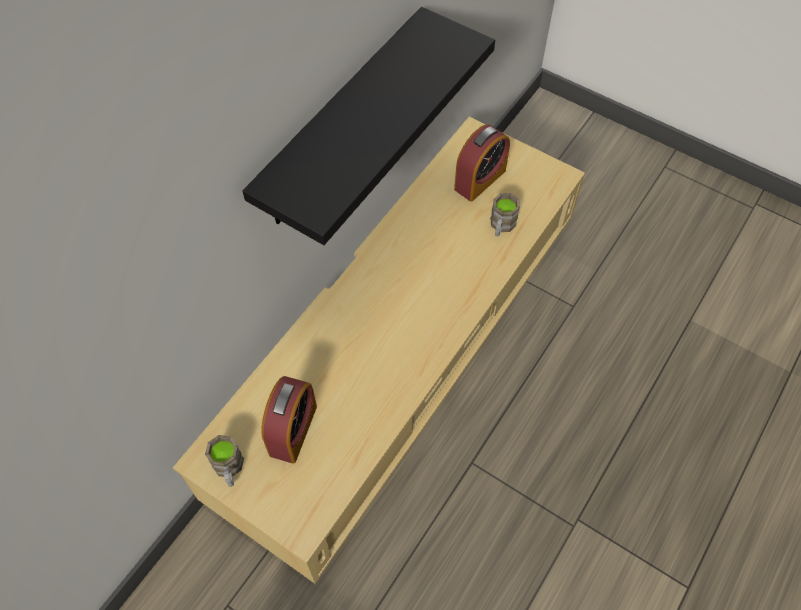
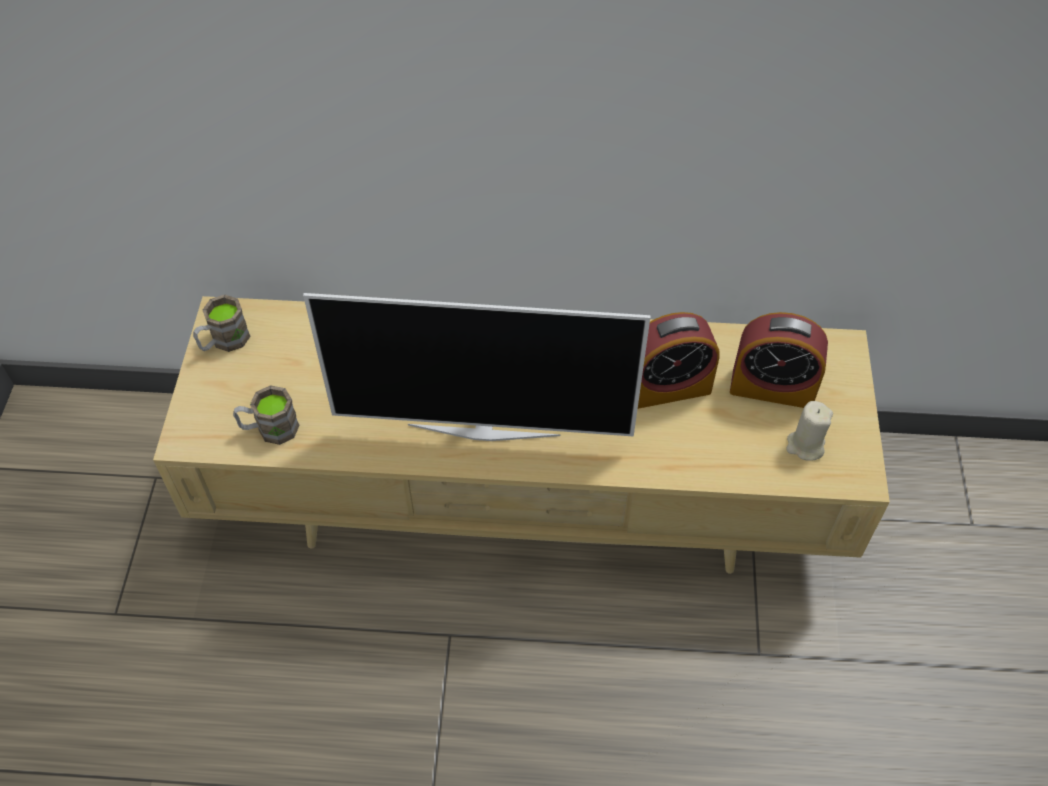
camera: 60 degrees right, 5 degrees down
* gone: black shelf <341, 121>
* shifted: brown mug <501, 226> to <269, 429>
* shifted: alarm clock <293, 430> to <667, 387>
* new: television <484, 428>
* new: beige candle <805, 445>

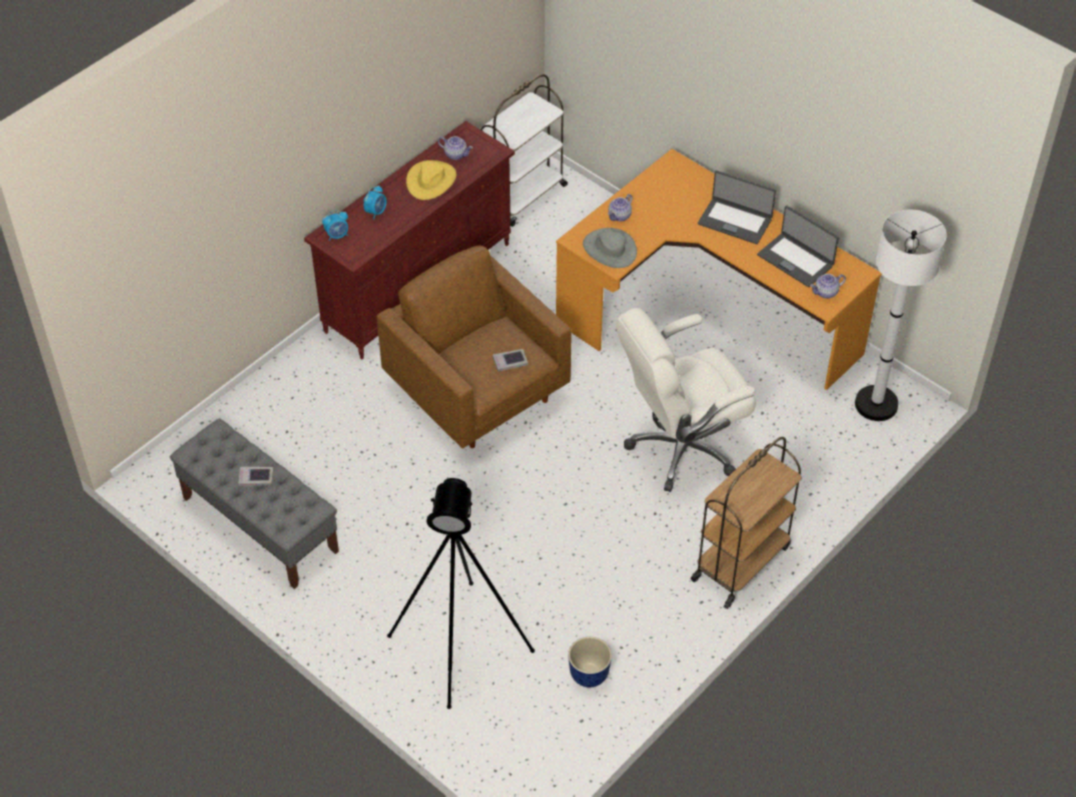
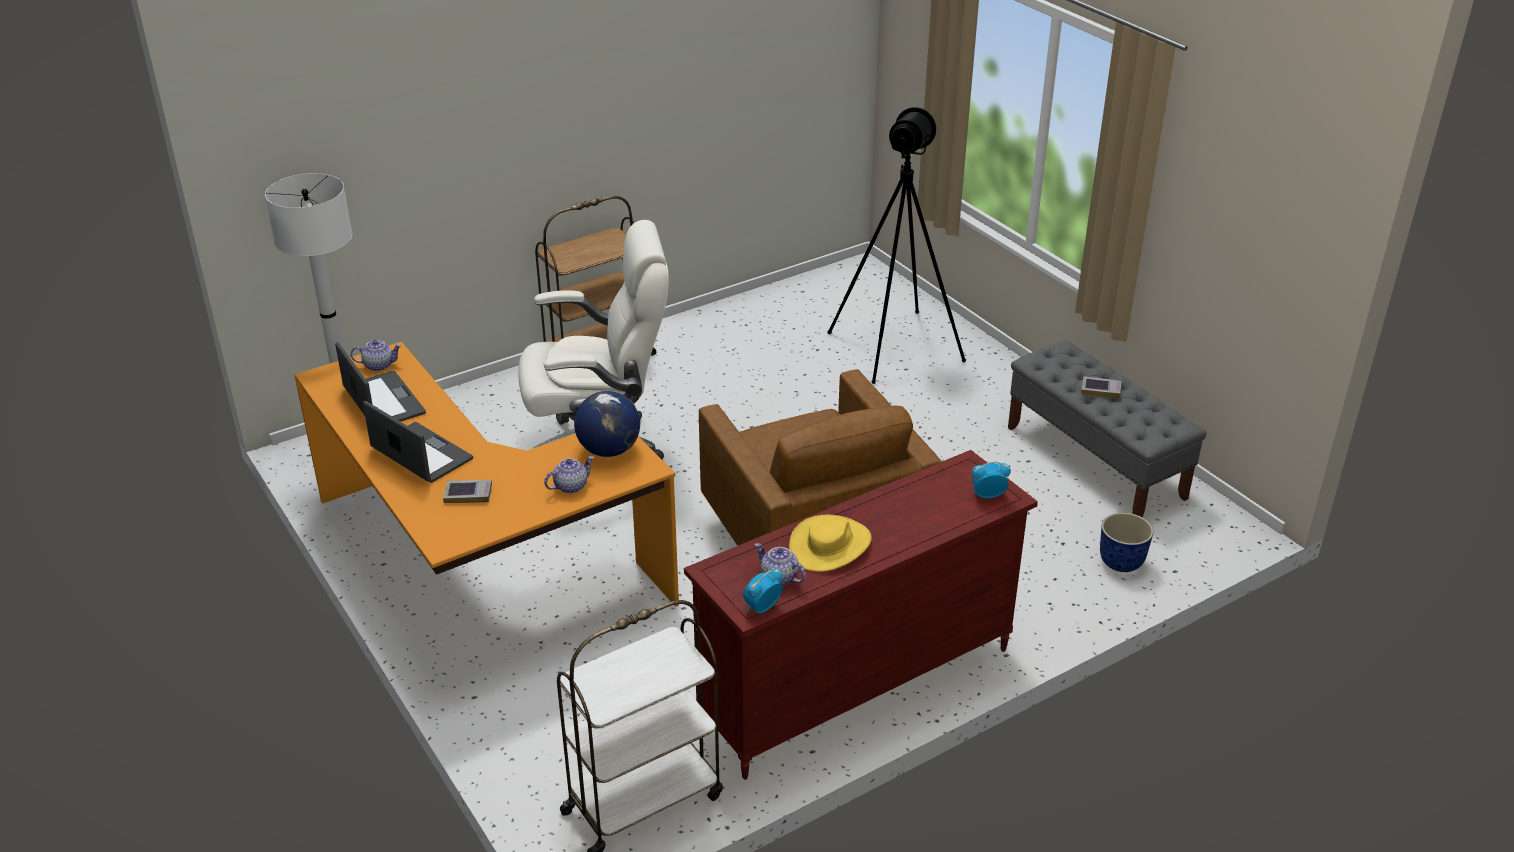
camera: 165 degrees left, 15 degrees down
* shifted: alarm clock <376, 212> to <762, 608>
* swapped: grey hat <609, 249> to globe <609, 450>
* shifted: book <510, 362> to <468, 494>
* shifted: planter <588, 675> to <1121, 562>

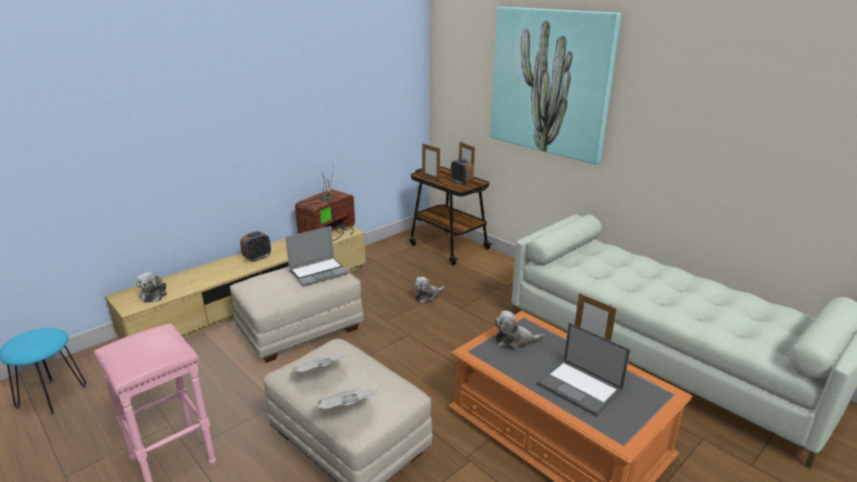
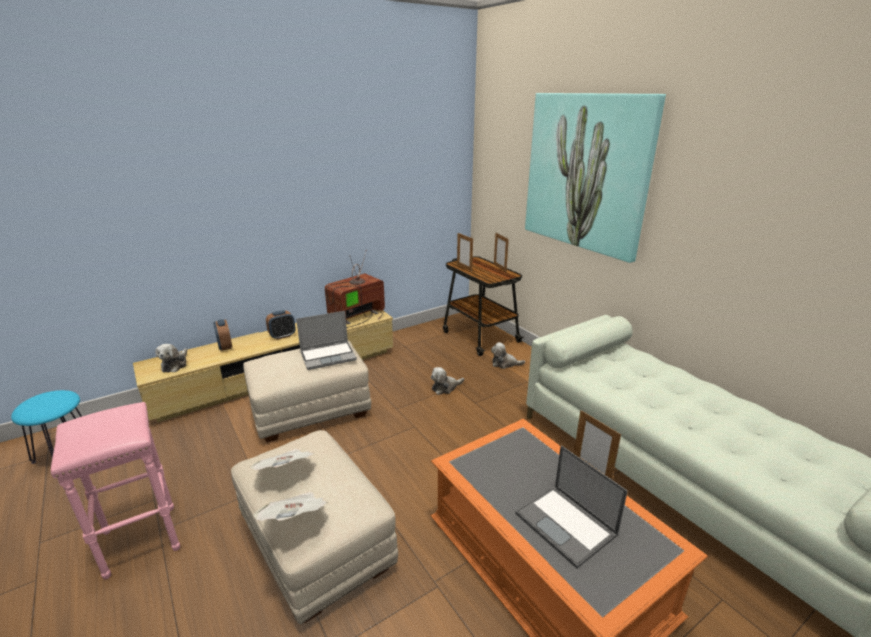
camera: 10 degrees right, 0 degrees up
* shifted: alarm clock <461, 182> to <225, 346>
* shifted: plush toy <515, 341> to <505, 363>

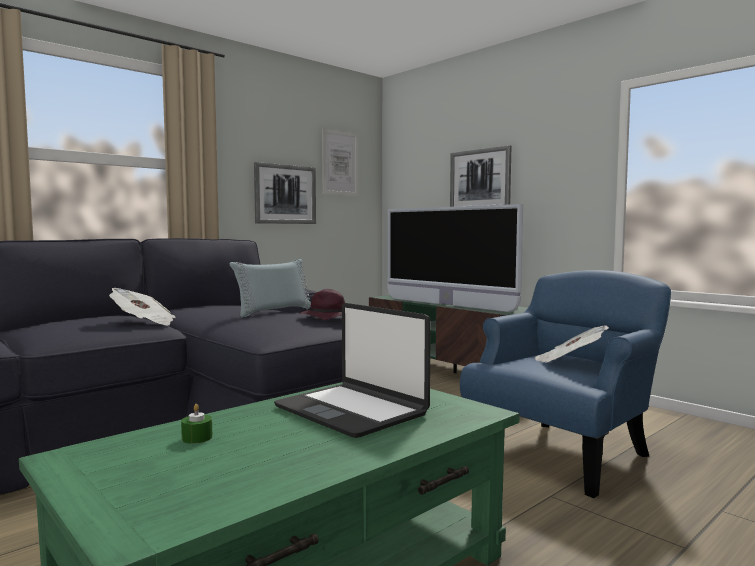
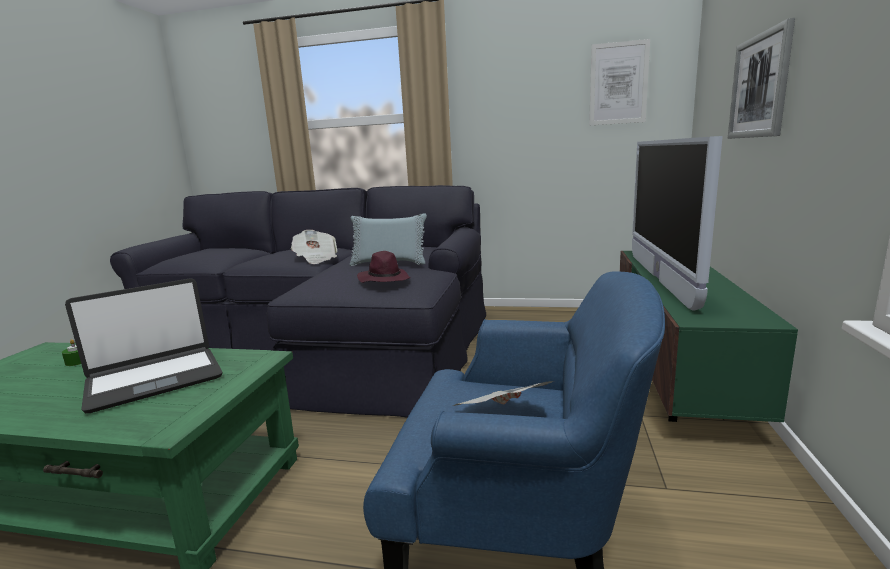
camera: 55 degrees right, 10 degrees up
* gone: picture <285, 194>
* rotated: laptop <351, 411> = <154, 379> 135 degrees counterclockwise

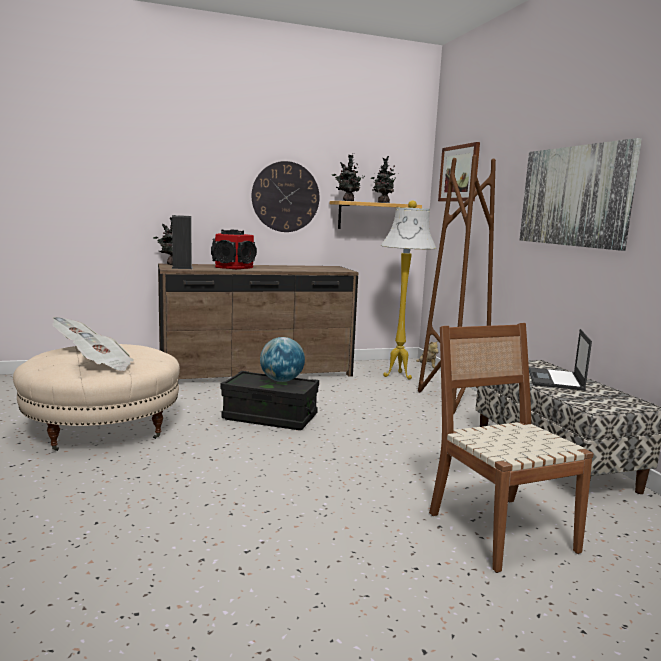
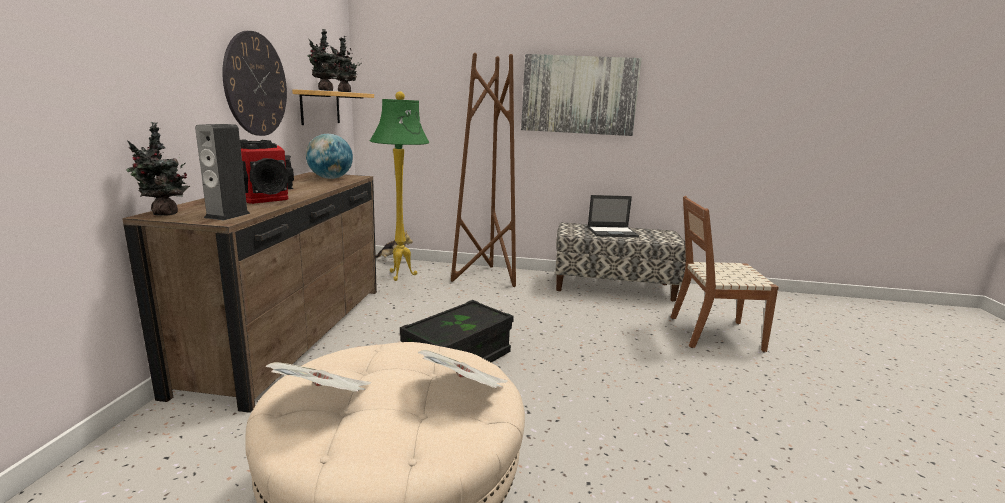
camera: 65 degrees left, 5 degrees up
* gone: picture <459, 173>
* repainted: white floor lamp <399, 376> to green floor lamp <401, 275>
* rotated: laptop <555, 380> = <613, 232> 45 degrees counterclockwise
* shifted: globe <281, 380> to <330, 178>

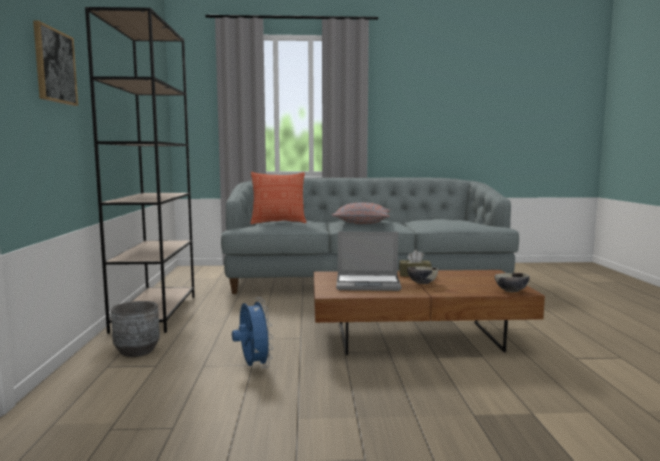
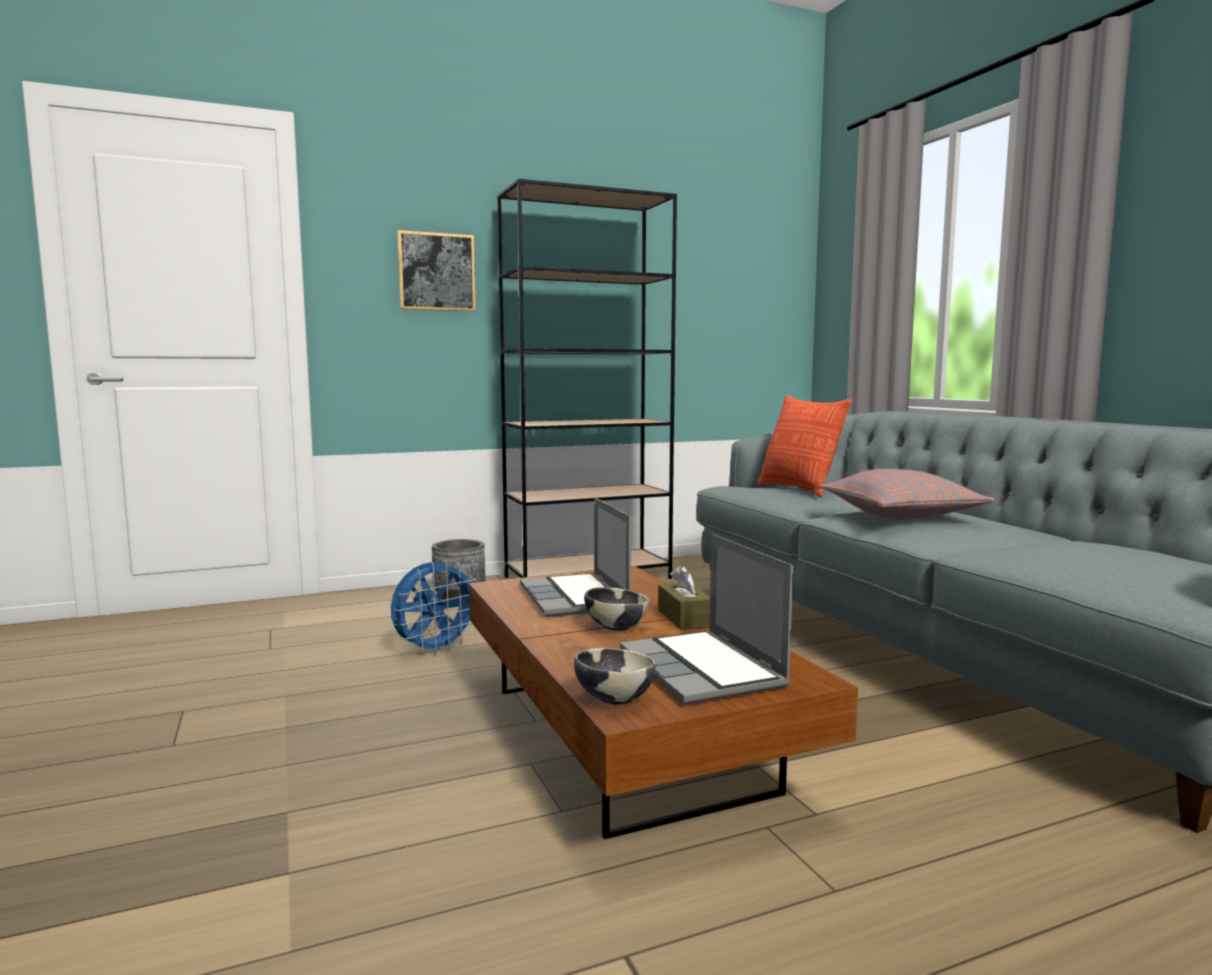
camera: 70 degrees right, 0 degrees up
* new: laptop <704, 670>

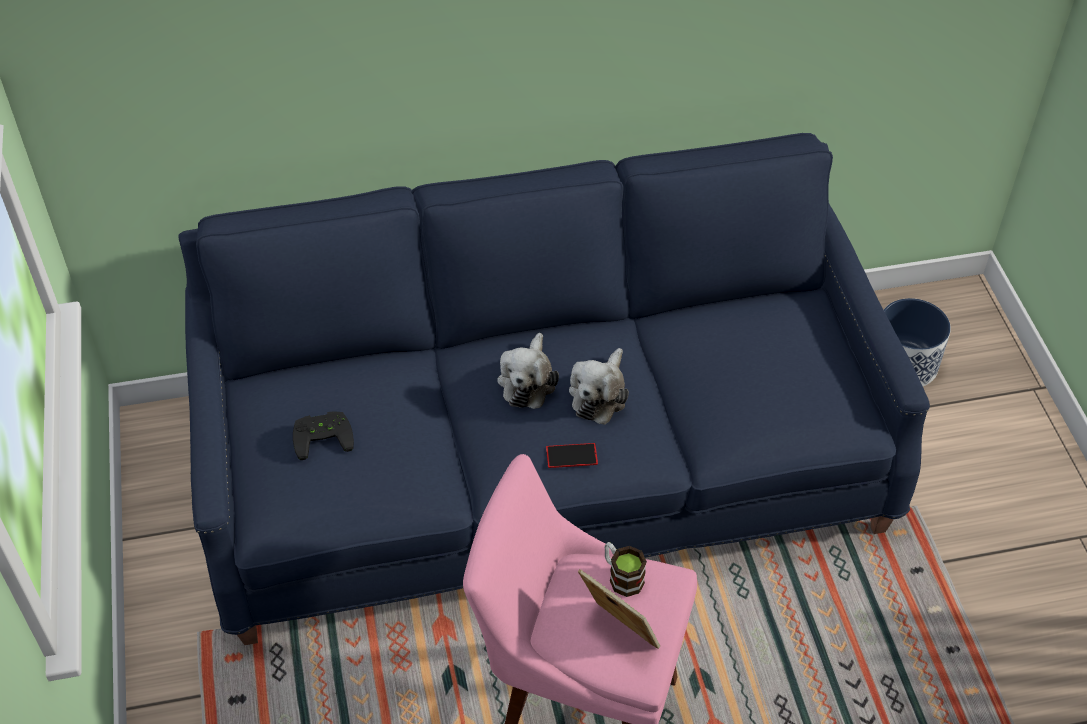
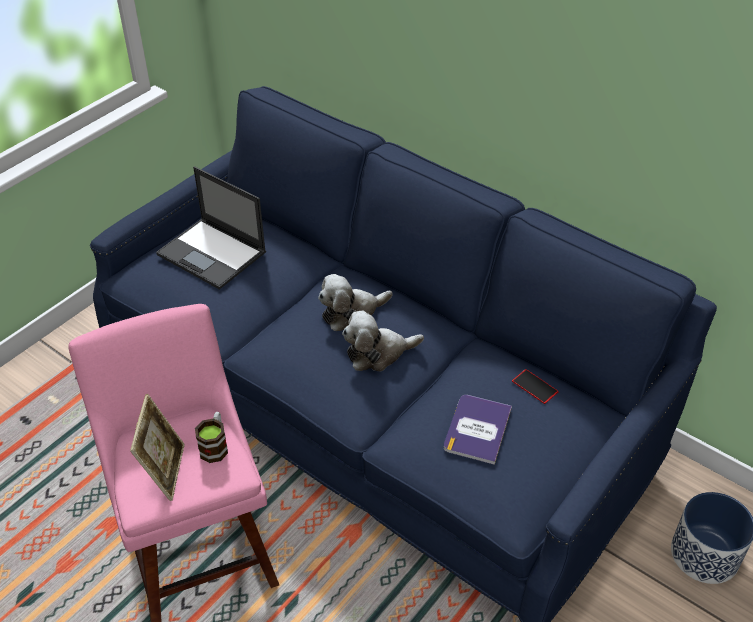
camera: 50 degrees right, 5 degrees down
* swapped: black game controller <323, 435> to laptop <213, 254>
* shifted: phone <571, 455> to <535, 386>
* new: book <477, 429>

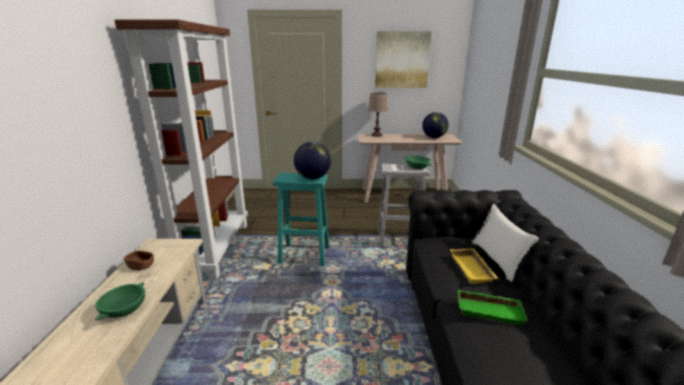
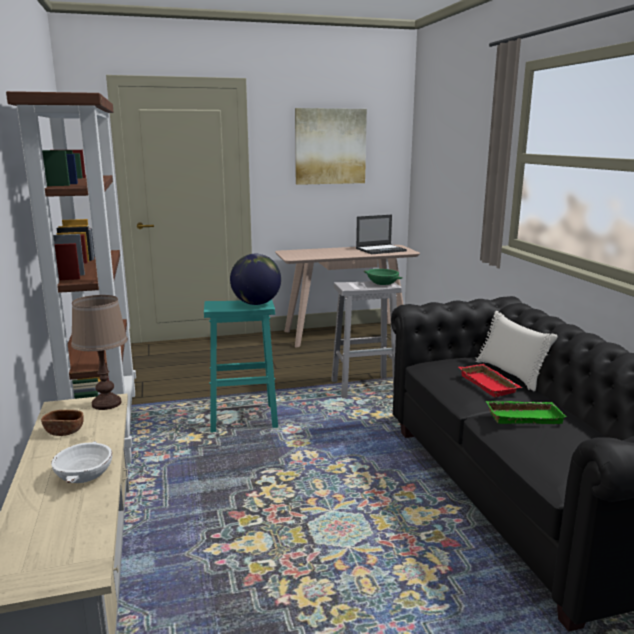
camera: 15 degrees left, 5 degrees down
* shifted: brown table lamp <376, 135> to <106, 404>
* swapped: globe <434, 137> to laptop <381, 250>
* repainted: yellow tray <473, 269> to red tray <490, 384>
* repainted: green bowl <124, 309> to white bowl <83, 474>

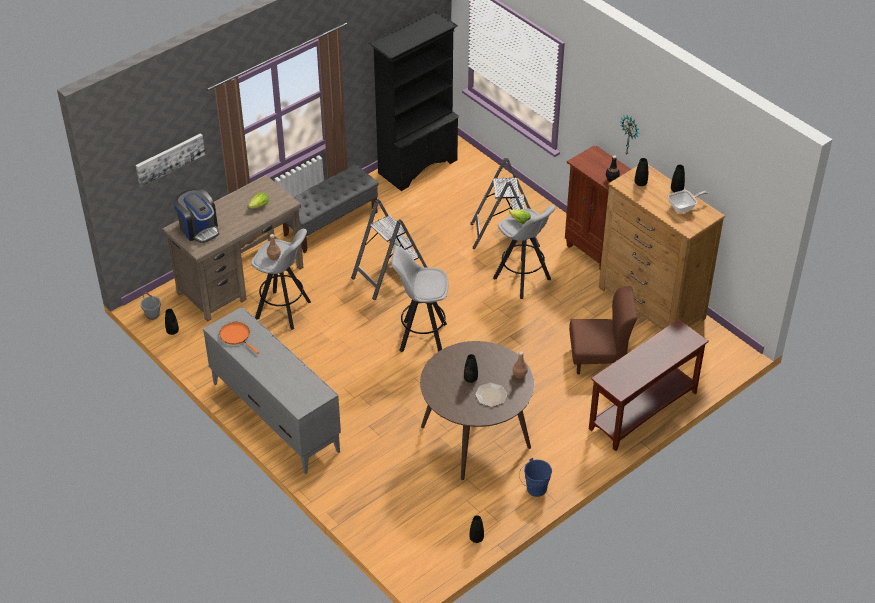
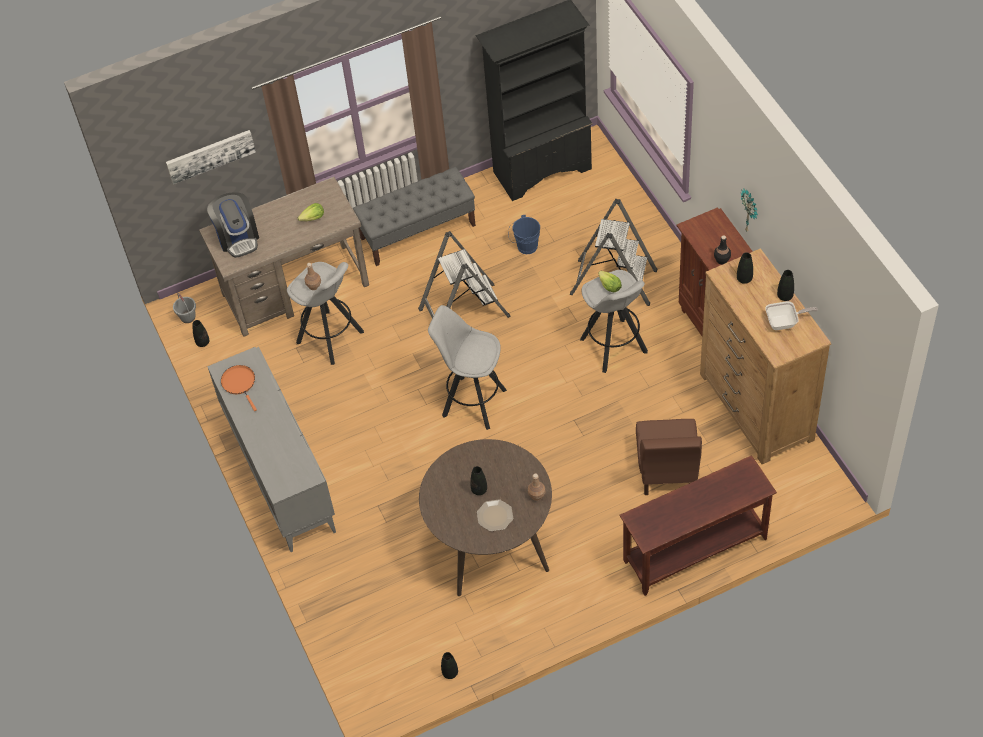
camera: 20 degrees right, 10 degrees up
* rotated: brown chair <598, 358> = <667, 469> 75 degrees clockwise
* shifted: blue bucket <534, 489> to <525, 247>

